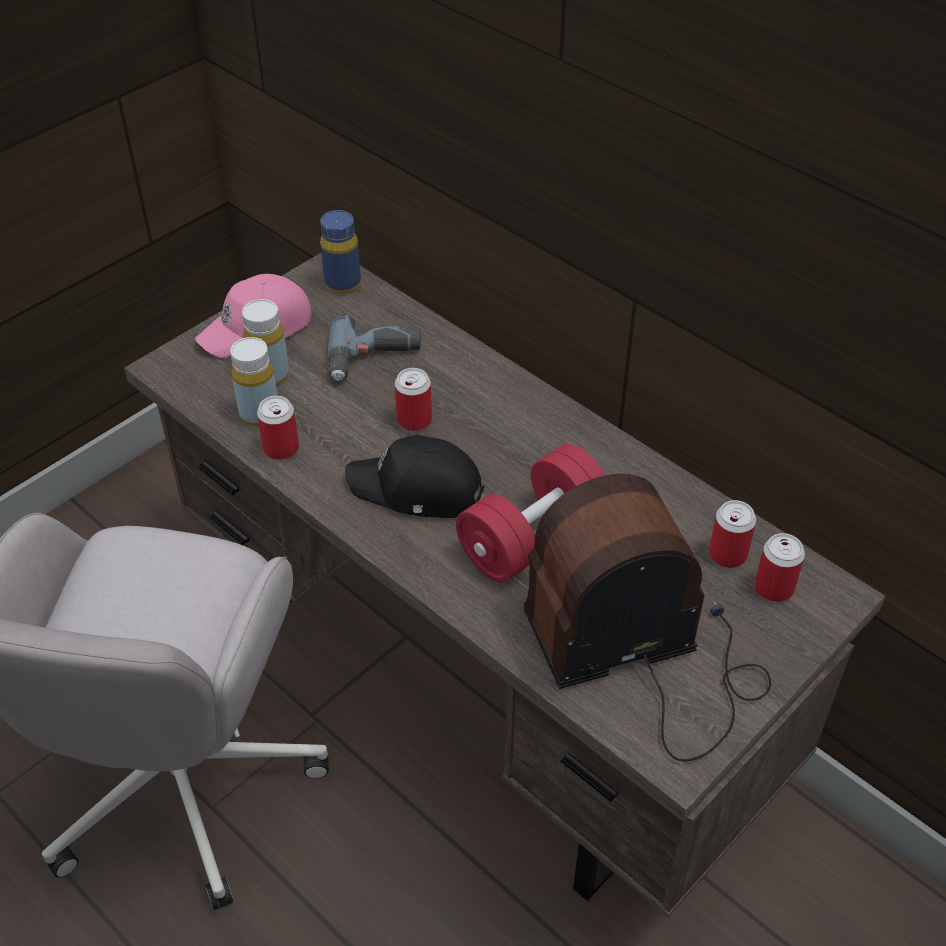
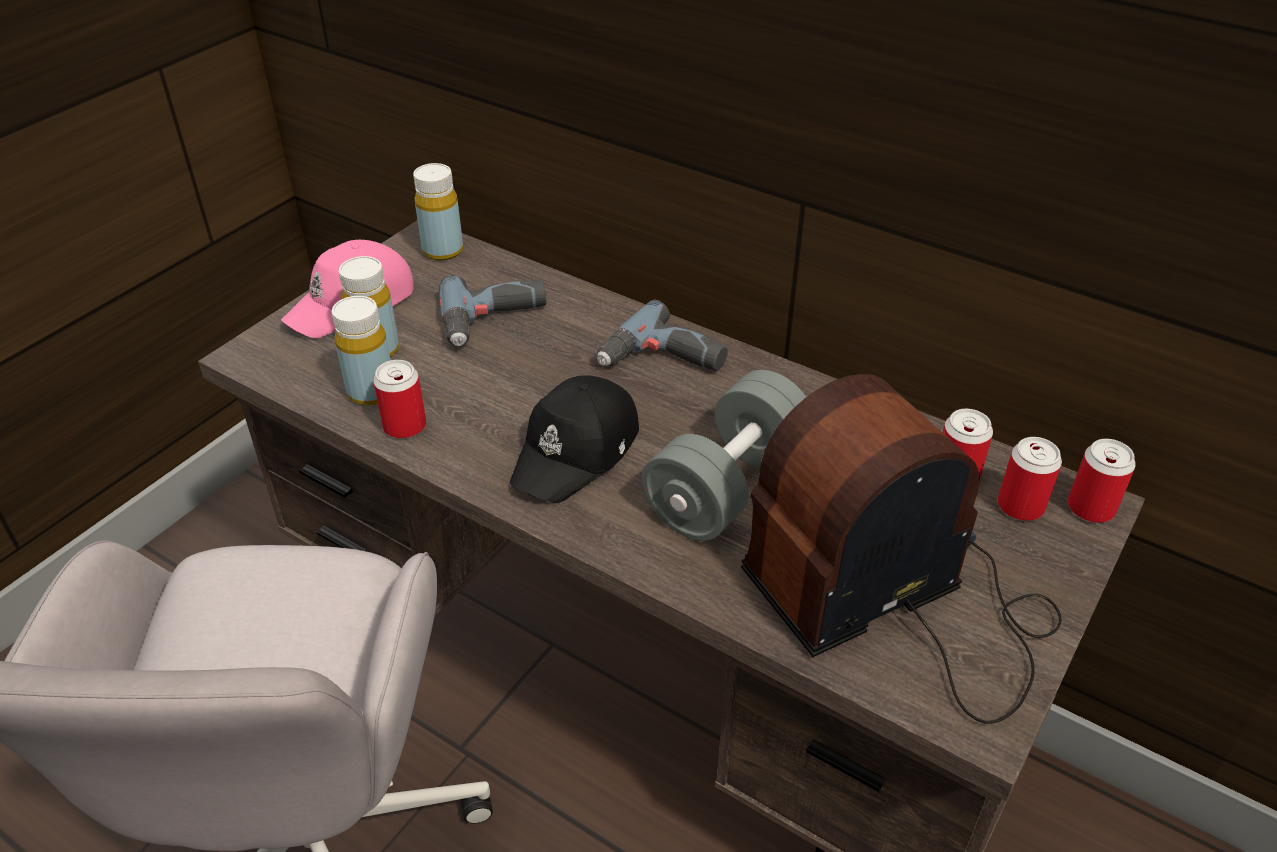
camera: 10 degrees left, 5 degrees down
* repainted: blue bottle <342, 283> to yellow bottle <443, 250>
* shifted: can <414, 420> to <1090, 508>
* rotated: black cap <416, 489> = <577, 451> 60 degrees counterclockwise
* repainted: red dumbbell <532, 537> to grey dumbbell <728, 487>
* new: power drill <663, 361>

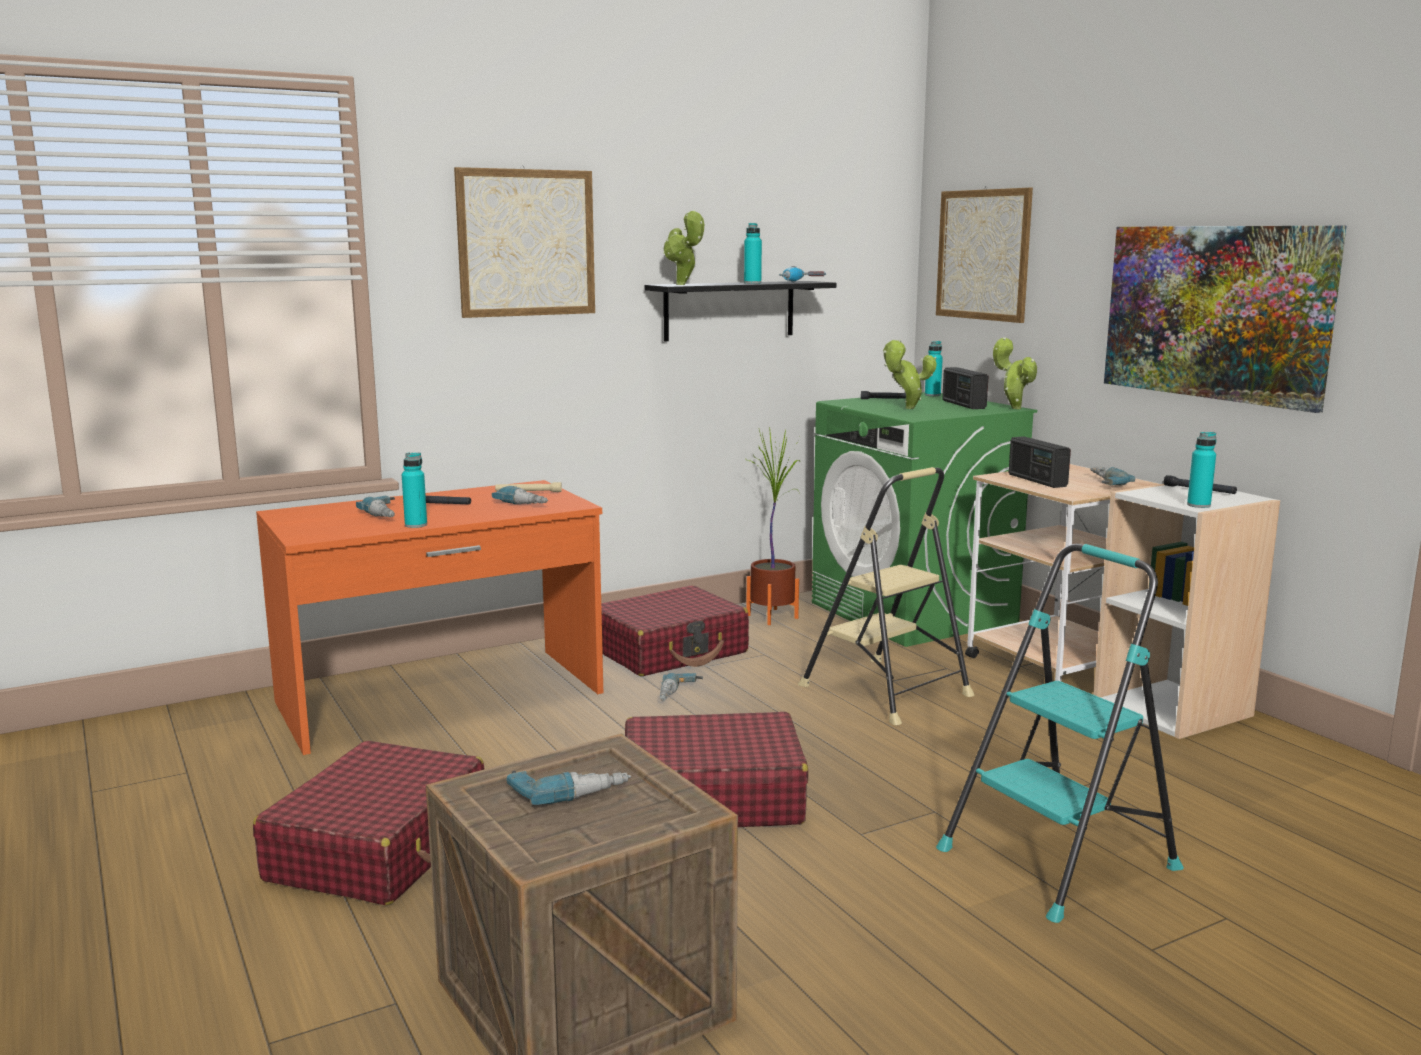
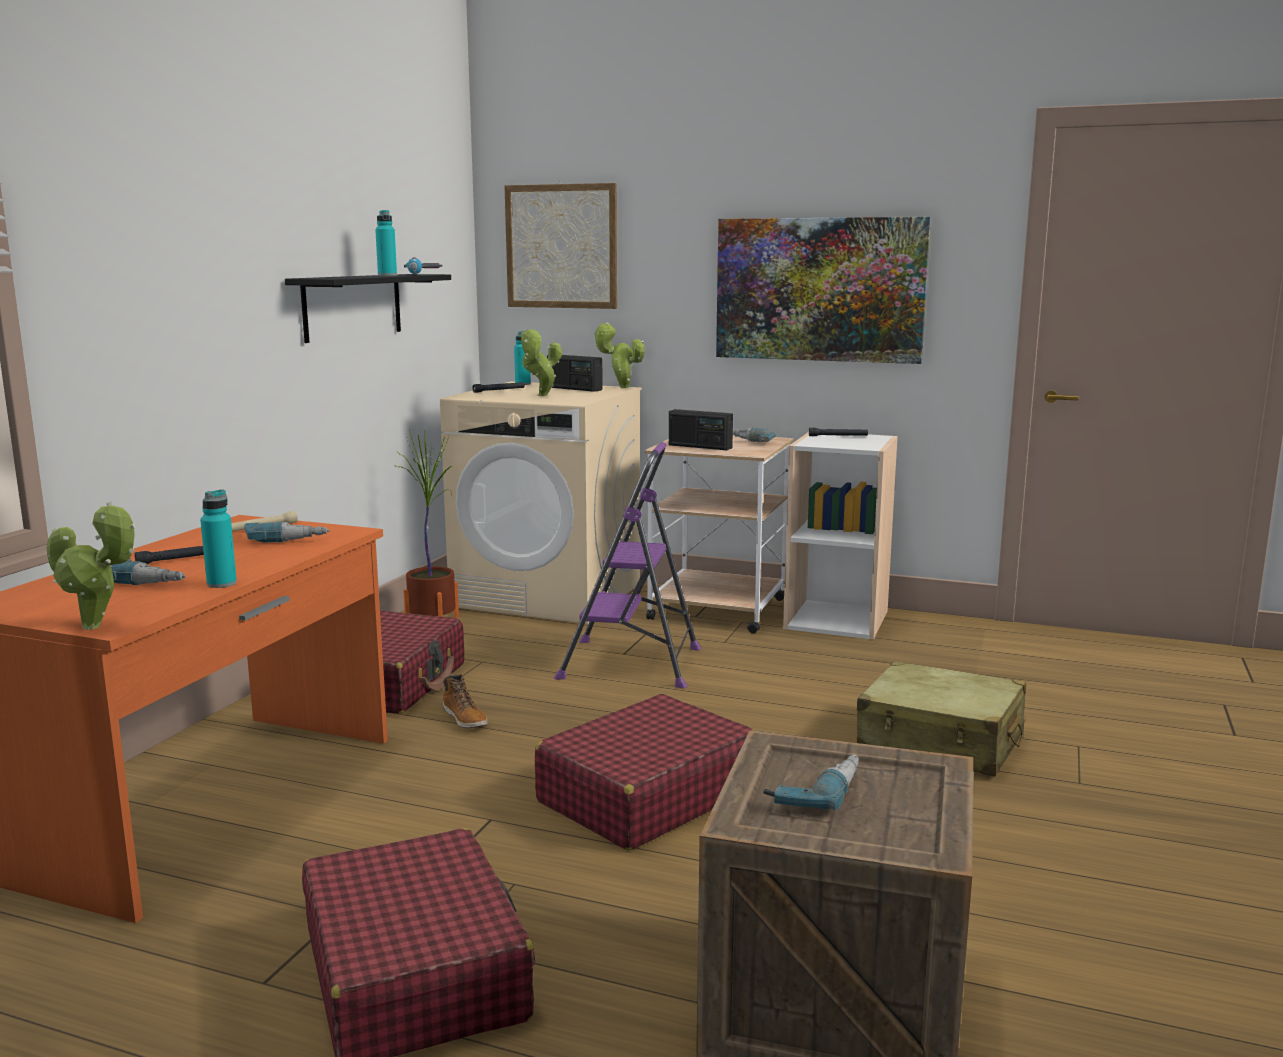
camera: 40 degrees left, 0 degrees up
* gone: picture <526, 241>
* shifted: potted plant <683, 284> to <97, 627>
* repainted: green washing machine <914, 613> to beige washing machine <549, 595>
* gone: turquoise bottle <1198, 505>
* repainted: beige step ladder <888, 691> to purple step ladder <635, 663>
* swapped: turquoise step ladder <1063, 855> to beige suitcase <940, 743>
* swapped: power drill <680, 694> to boot <465, 719>

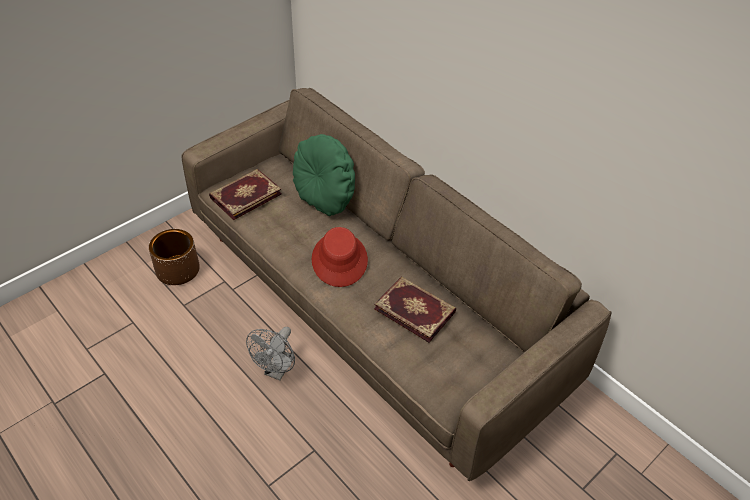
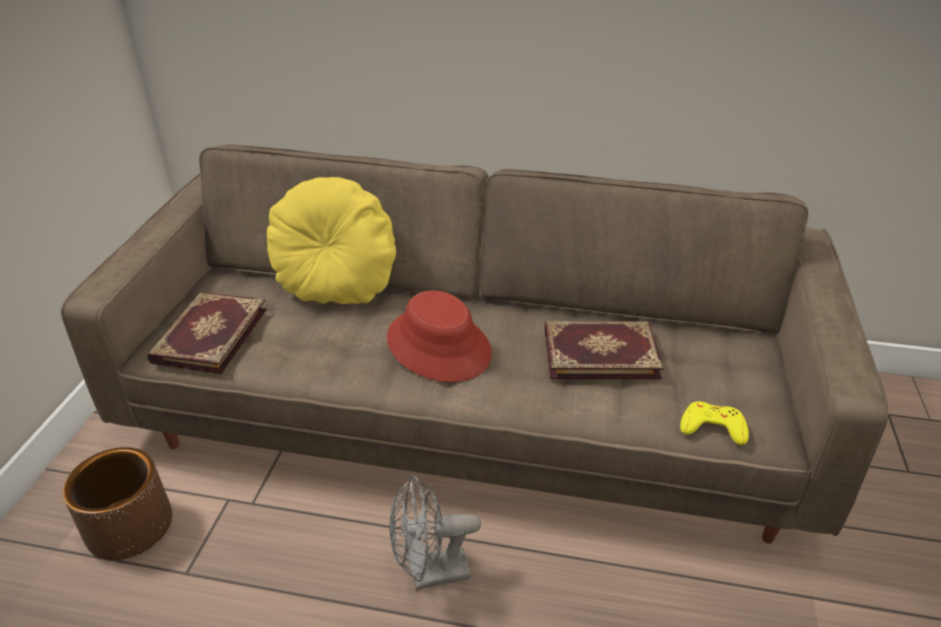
camera: 35 degrees left, 10 degrees down
* repainted: green pillow <324, 200> to yellow pillow <337, 292>
* rotated: grey fan <277, 370> = <430, 574> 90 degrees clockwise
* new: yellow game controller <712, 427>

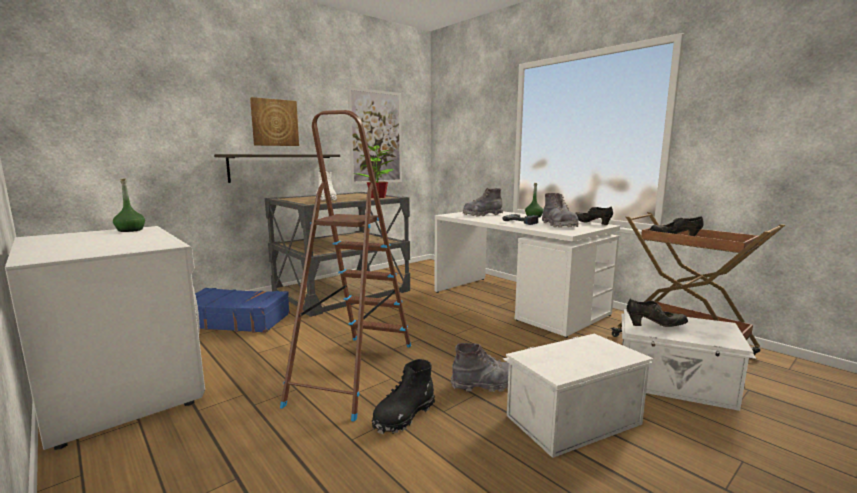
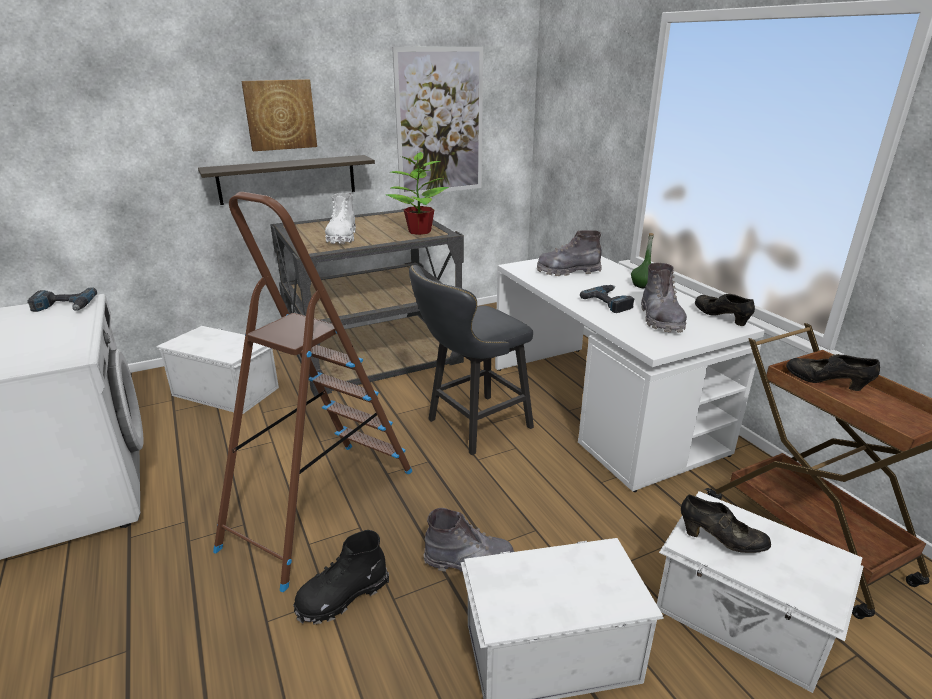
camera: 15 degrees right, 15 degrees up
* swapped: green bottle <130, 230> to power drill <63, 307>
* swapped: blue suitcase <234, 320> to white storage box <226, 390>
* new: grey stool <470, 427>

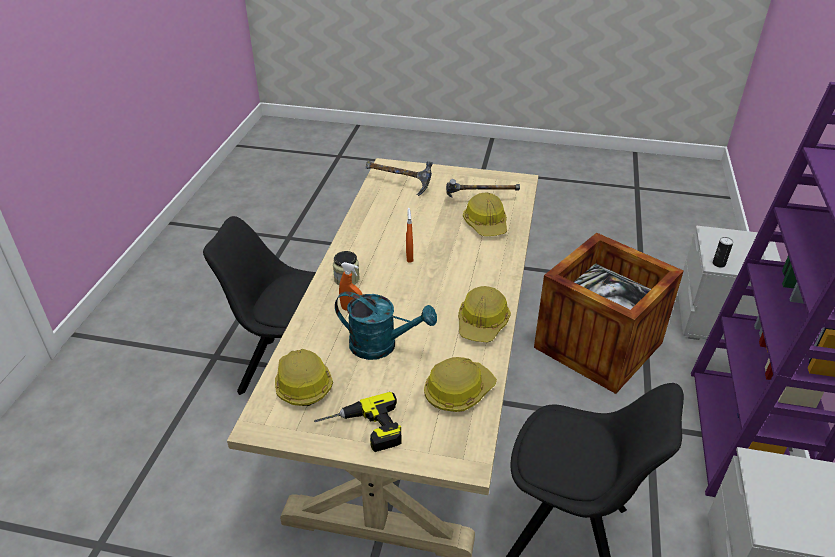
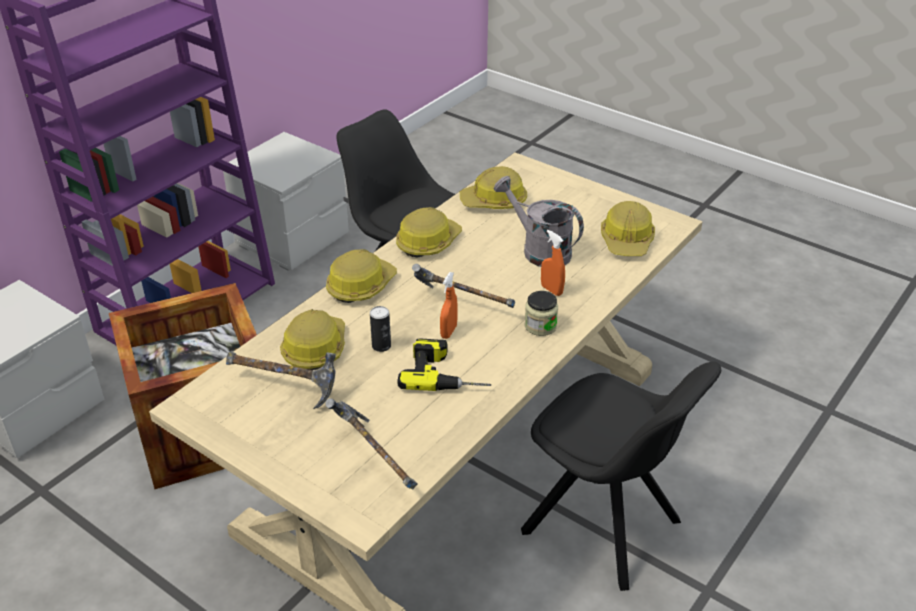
camera: 155 degrees left, 0 degrees up
* shifted: can <718, 264> to <381, 346>
* repainted: turquoise watering can <381, 346> to grey watering can <539, 250>
* shifted: power drill <361, 431> to <447, 373>
* new: hard hat <360, 286>
* new: hammer <461, 305>

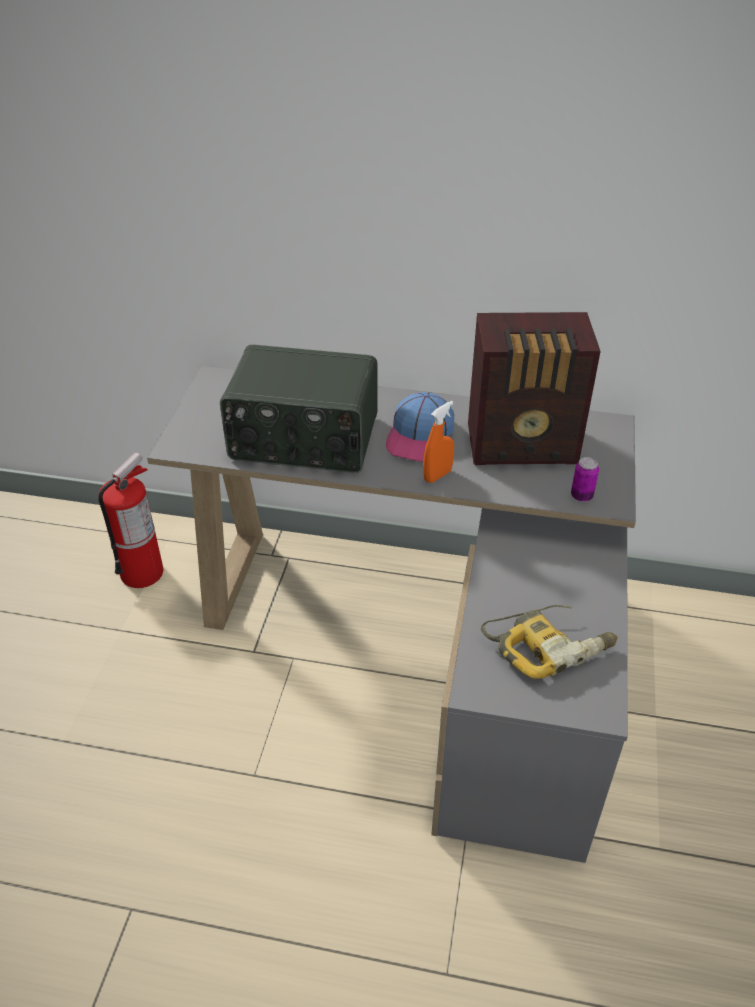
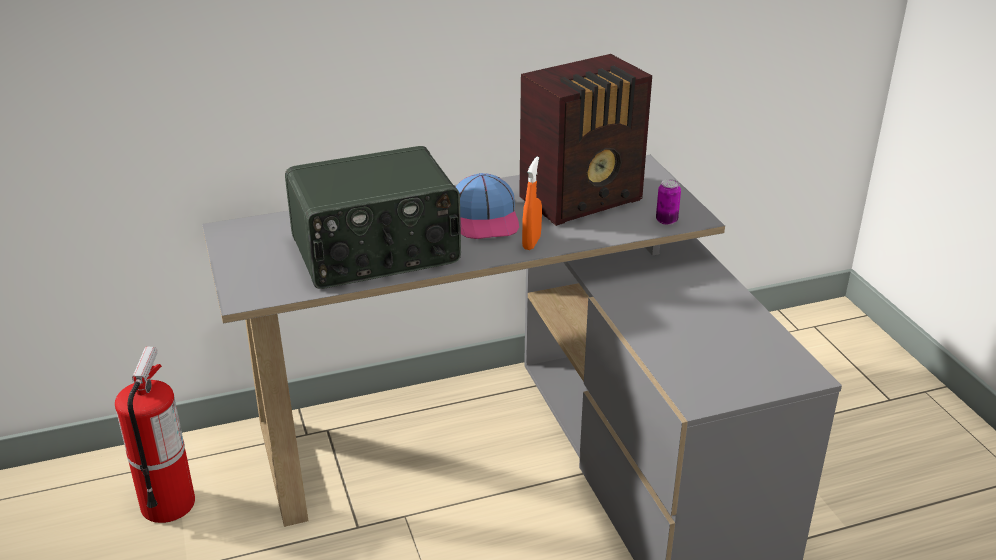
camera: 30 degrees left, 10 degrees down
* gone: power drill <548, 645>

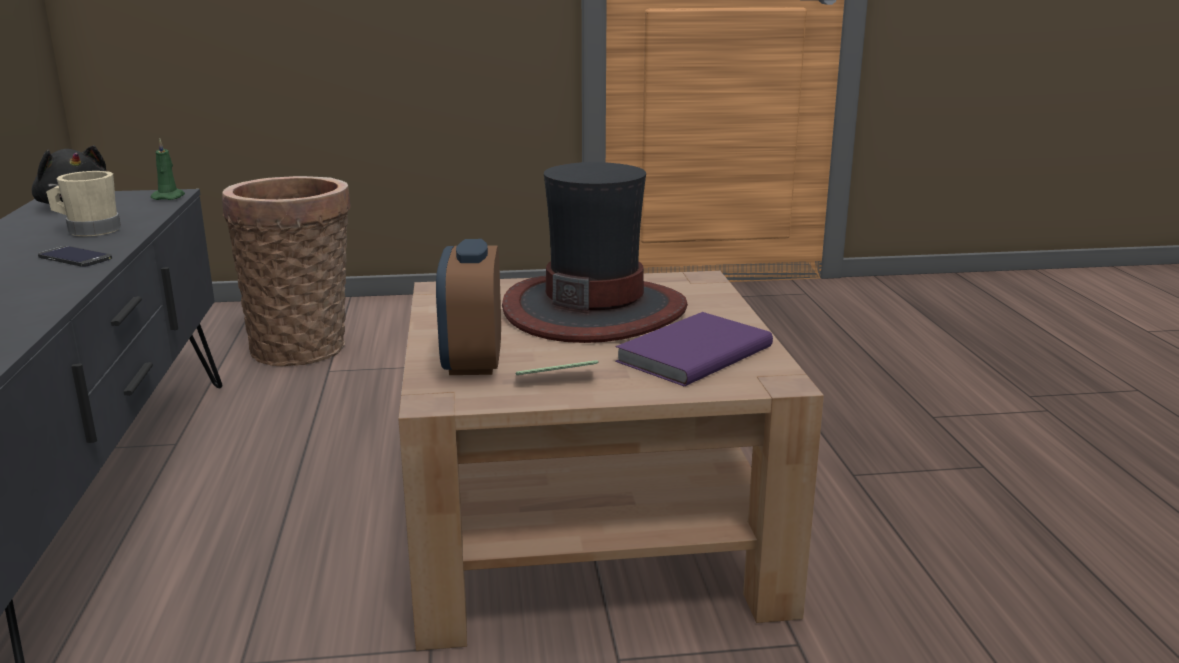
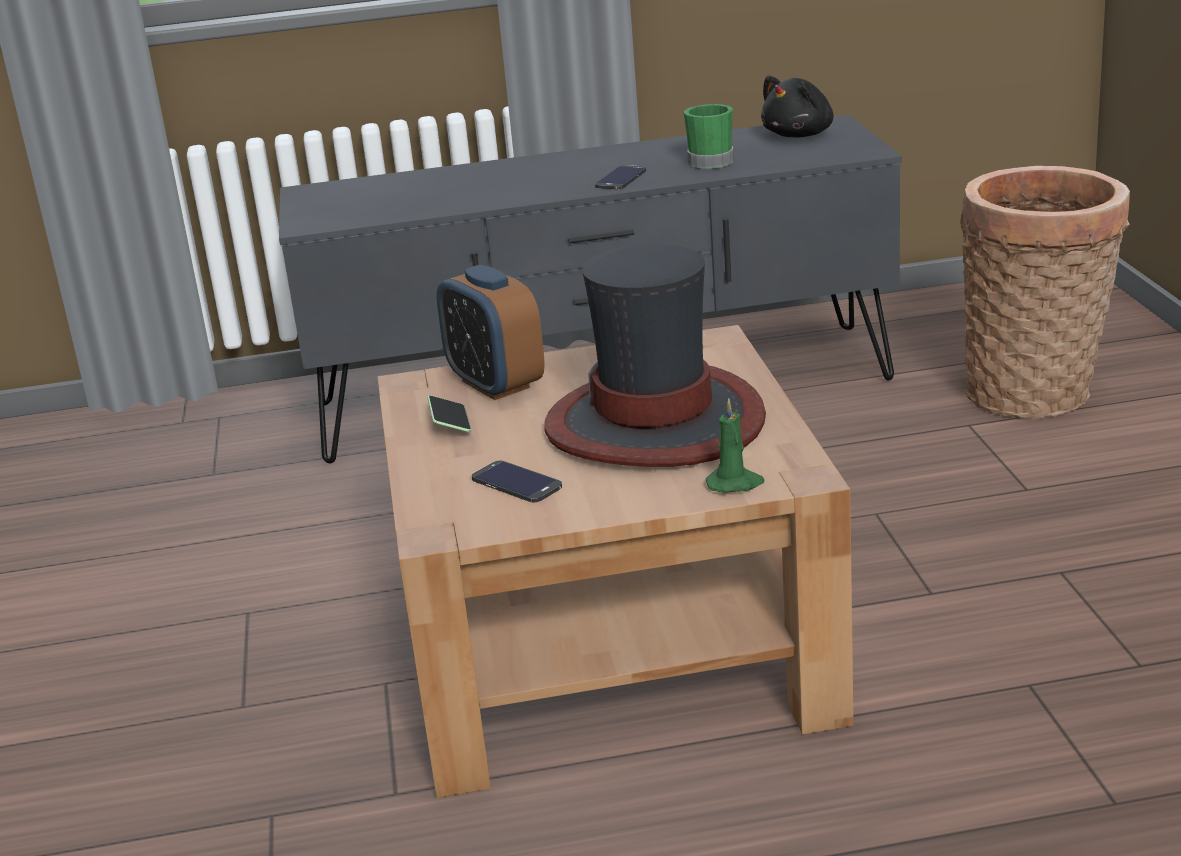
camera: 90 degrees right, 5 degrees up
* shifted: green candle <169, 197> to <735, 483>
* repainted: beige mug <88, 230> to green mug <709, 161>
* rotated: alarm clock <472, 362> = <495, 384> 120 degrees counterclockwise
* swapped: purple book <690, 354> to phone <516, 483>

